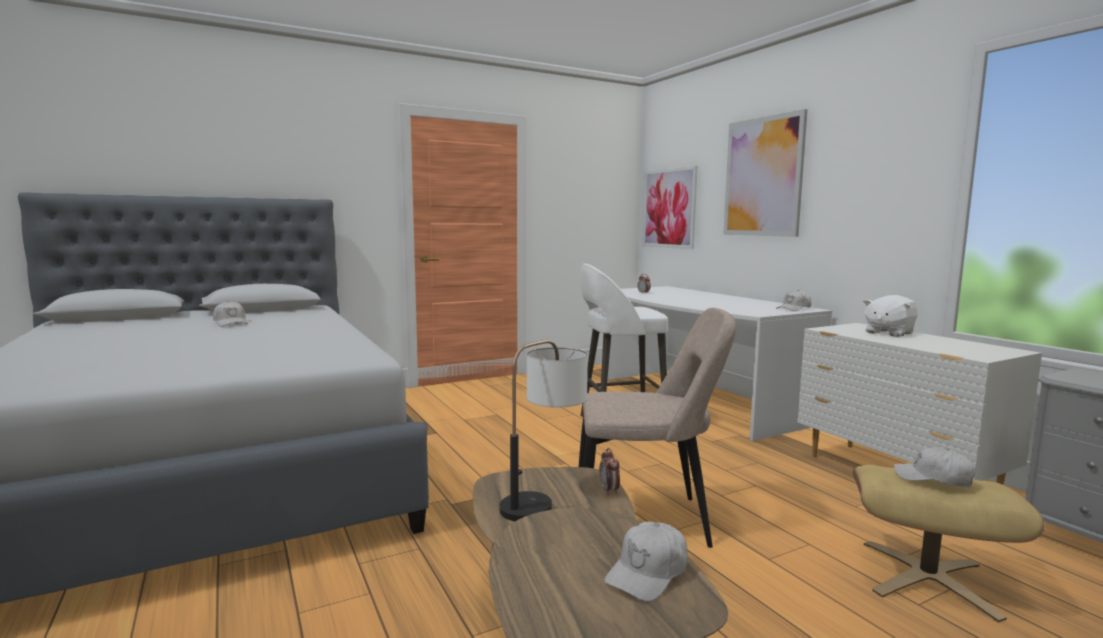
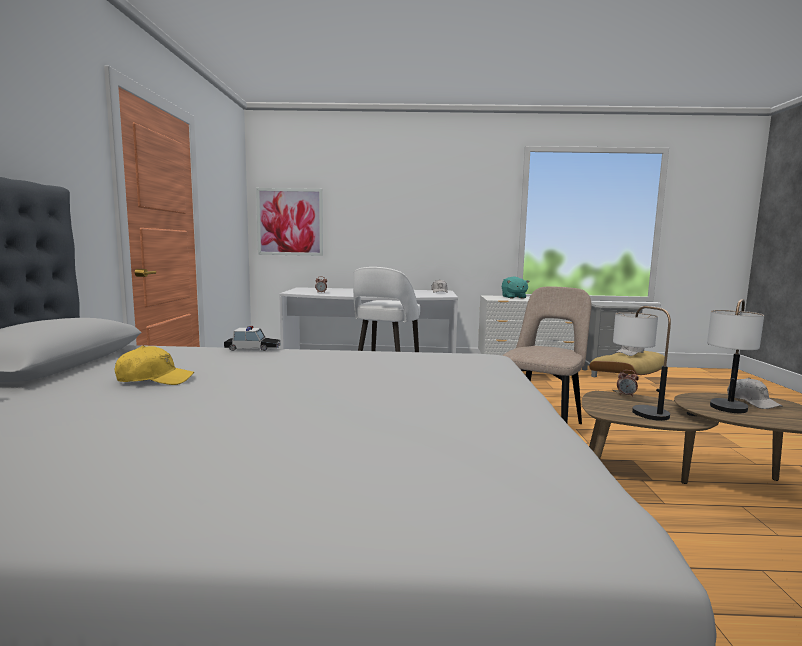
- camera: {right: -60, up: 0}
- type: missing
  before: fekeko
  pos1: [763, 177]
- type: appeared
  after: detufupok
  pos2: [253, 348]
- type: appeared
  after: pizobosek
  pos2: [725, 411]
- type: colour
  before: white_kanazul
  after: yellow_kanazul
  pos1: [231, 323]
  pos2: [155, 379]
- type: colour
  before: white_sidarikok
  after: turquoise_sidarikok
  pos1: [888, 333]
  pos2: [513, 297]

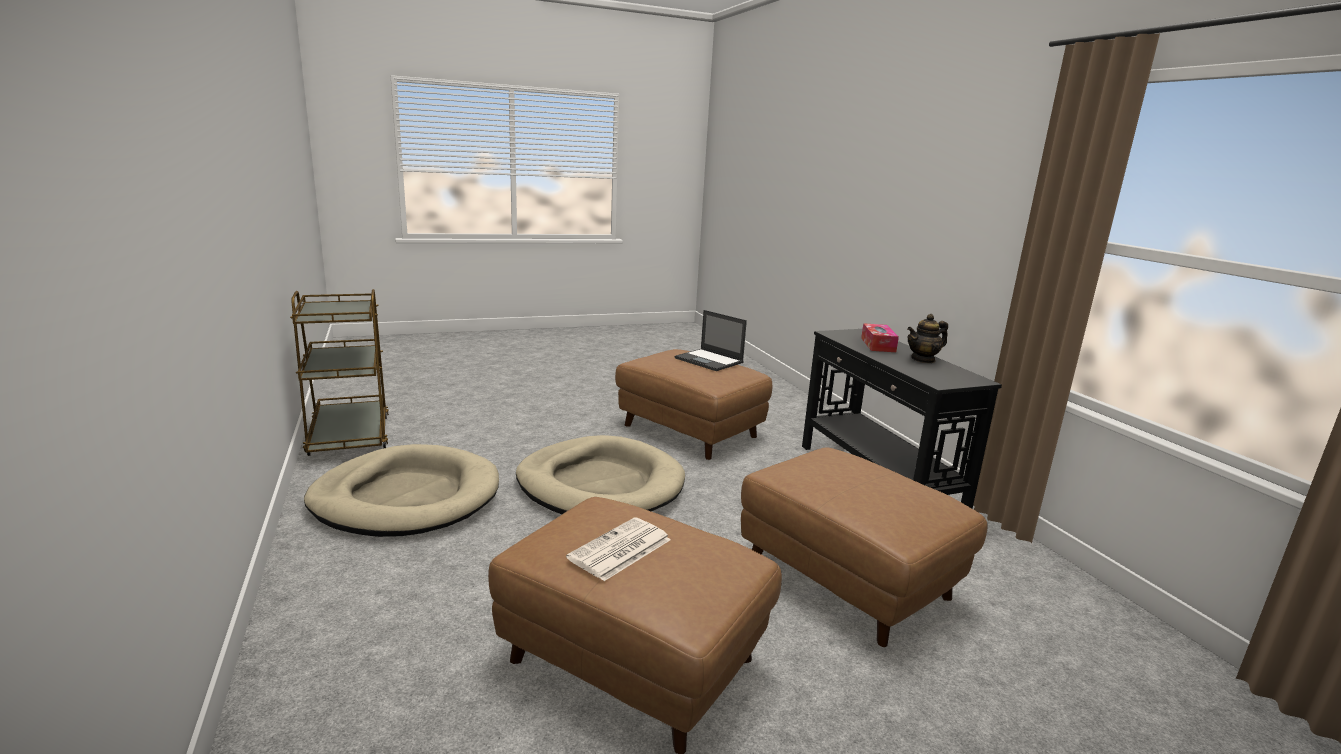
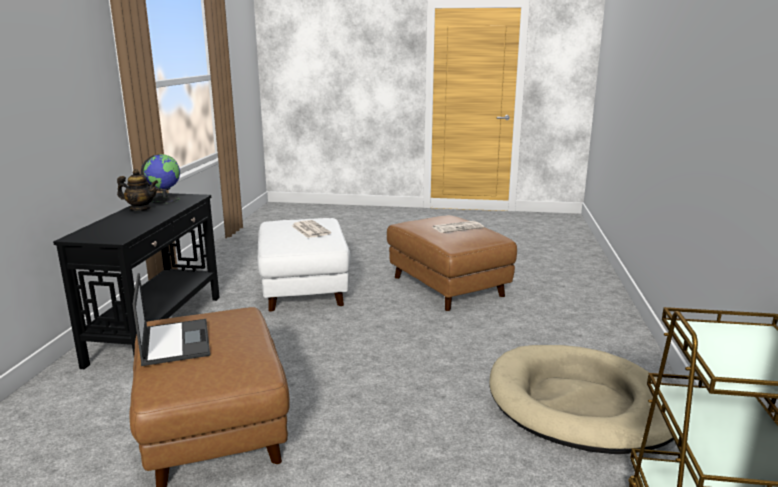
- camera: {right: -150, up: 0}
- type: missing
  before: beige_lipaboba
  pos1: [600, 484]
- type: missing
  before: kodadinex
  pos1: [878, 345]
- type: appeared
  after: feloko
  pos2: [165, 200]
- type: appeared
  after: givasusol
  pos2: [310, 229]
- type: colour
  before: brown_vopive
  after: white_vopive
  pos1: [845, 579]
  pos2: [304, 288]

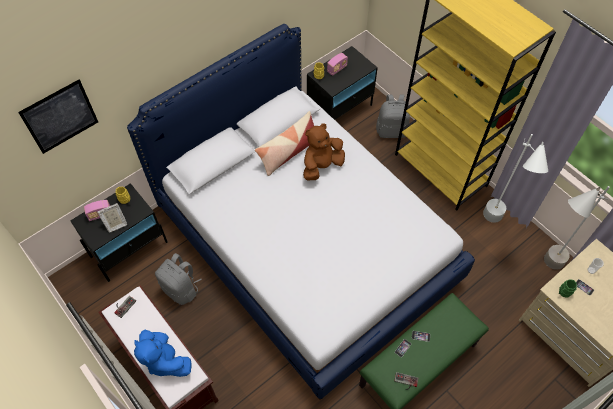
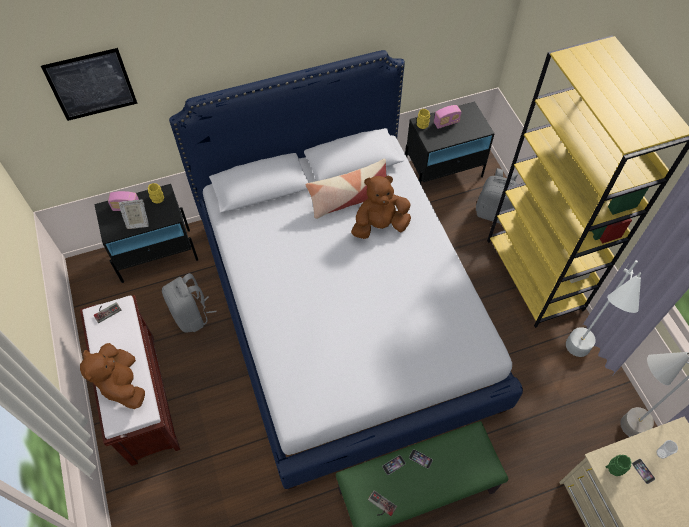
- camera: {right: 20, up: 0}
- type: colour
  before: blue_sidarikok
  after: brown_sidarikok
  pos1: [165, 360]
  pos2: [122, 384]

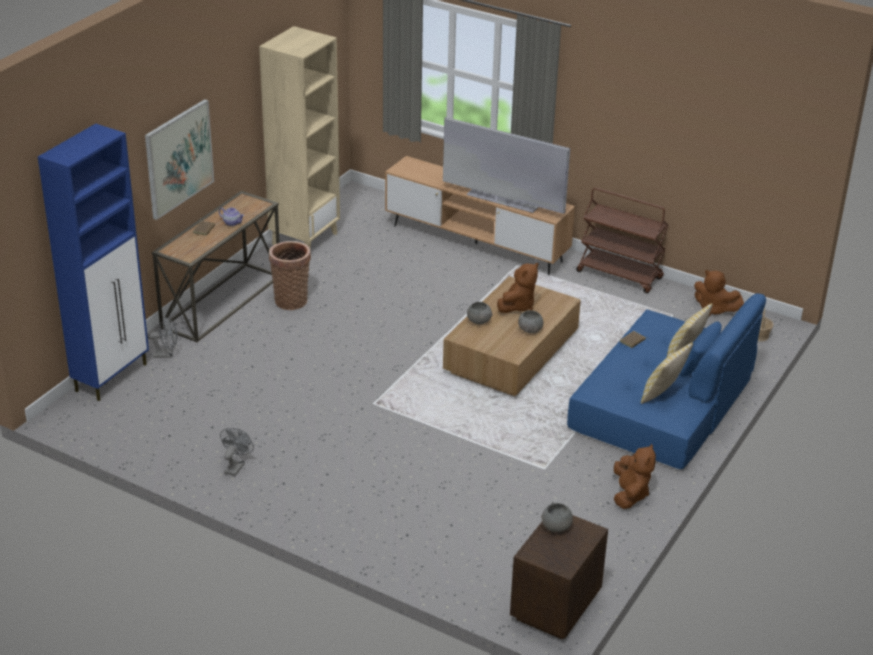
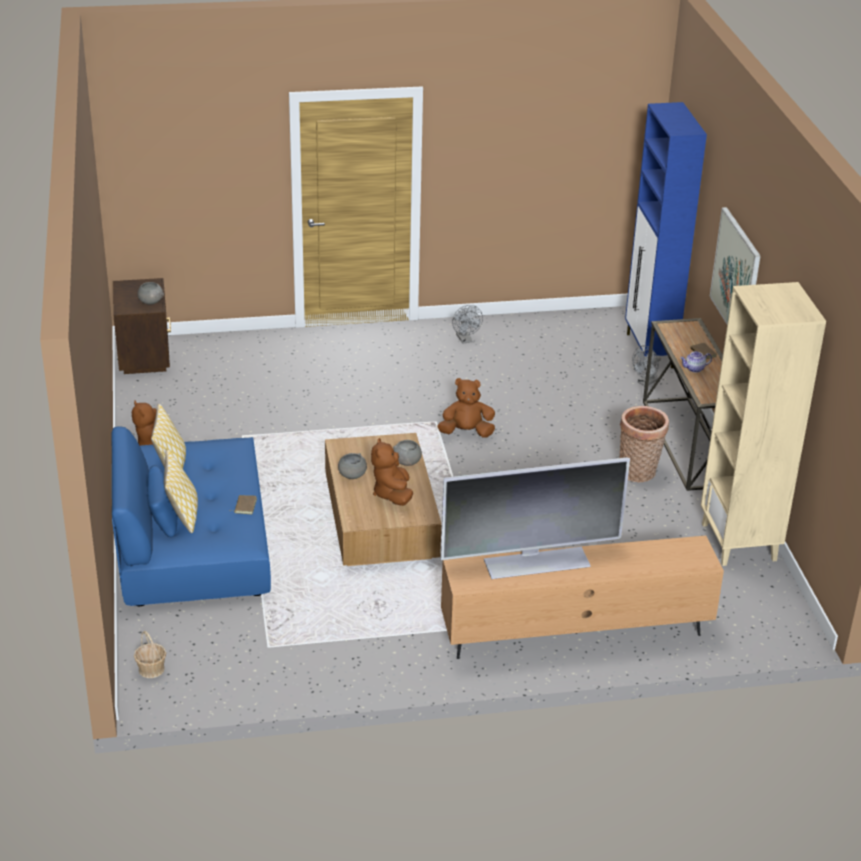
- camera: {right: 140, up: 0}
- type: missing
  before: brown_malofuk
  pos1: [620, 275]
- type: relocated
  before: brown_sidarikok
  pos1: [714, 309]
  pos2: [466, 432]

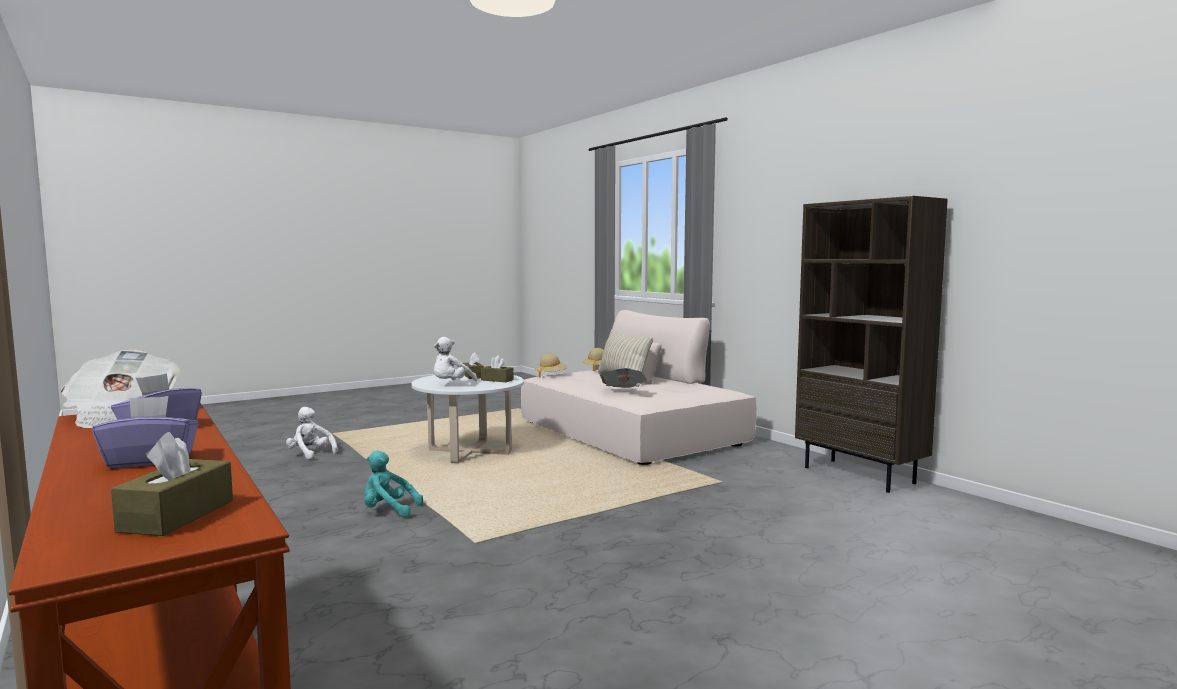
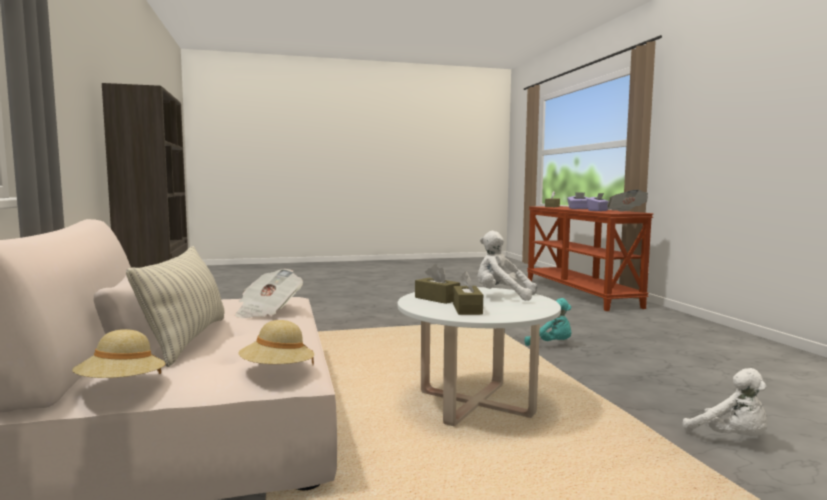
- camera: {right: -160, up: 0}
- type: spun
  before: white_sidarikok
  pos1: [451, 384]
  pos2: [502, 296]
  turn: -120

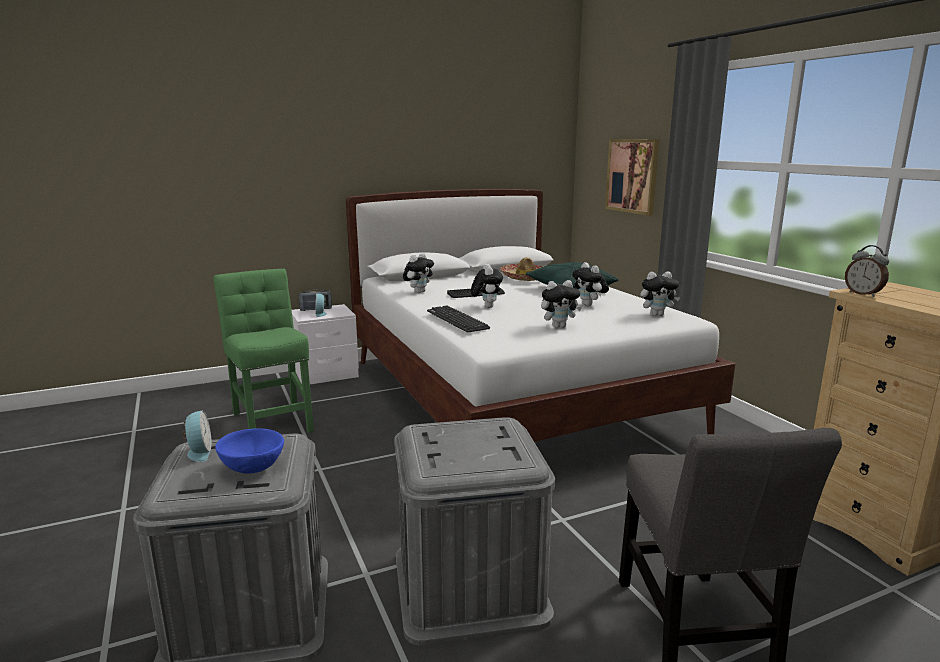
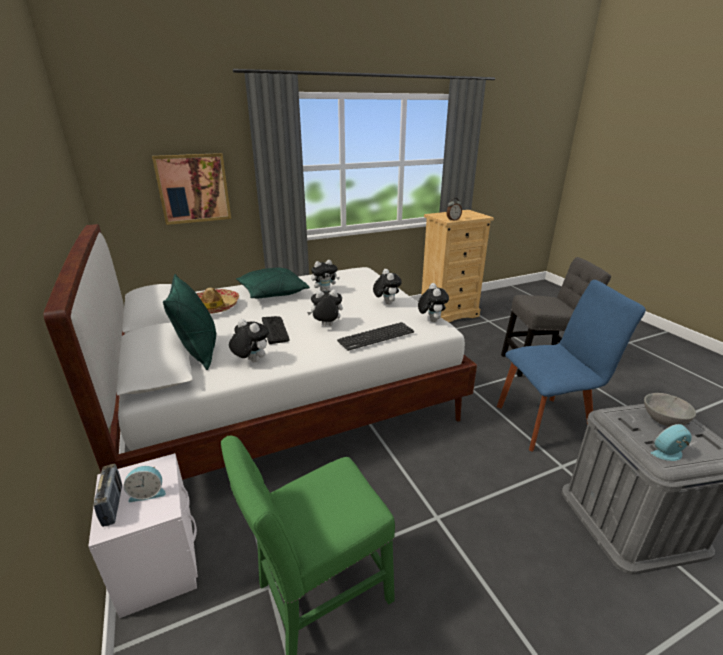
- camera: {right: -90, up: 10}
- type: appeared
  after: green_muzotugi
  pos2: [200, 352]
- type: relocated
  before: sidarikok
  pos1: [657, 315]
  pos2: [431, 320]
- type: exchanged
  before: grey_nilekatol
  after: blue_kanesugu
  pos1: [469, 585]
  pos2: [547, 423]
- type: colour
  before: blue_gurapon
  after: grey_gurapon
  pos1: [253, 467]
  pos2: [662, 421]

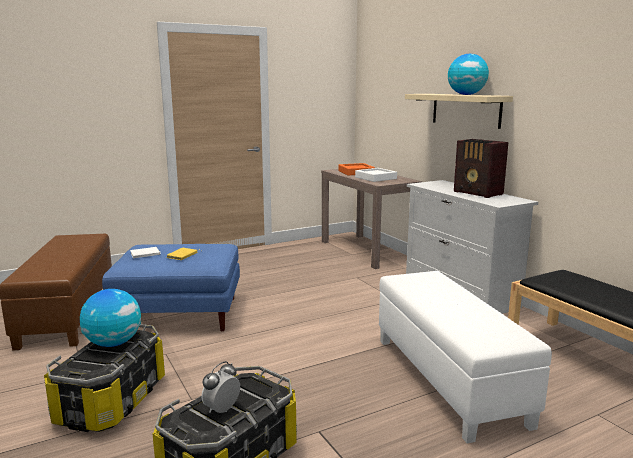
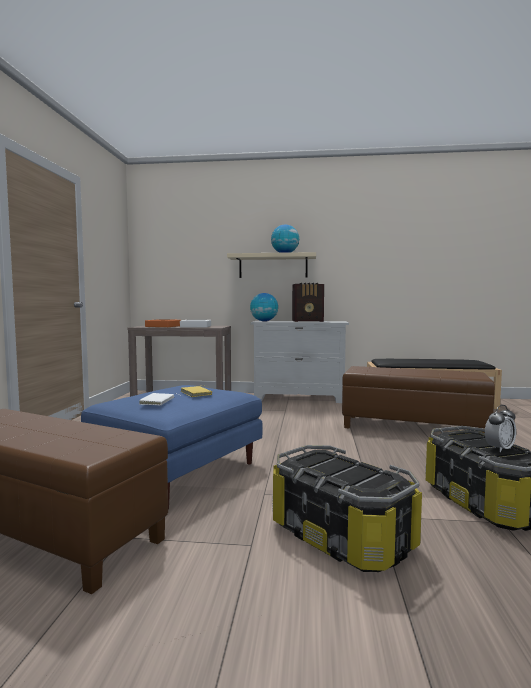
- camera: {right: -55, up: -10}
- type: relocated
  before: feloko
  pos1: [113, 343]
  pos2: [264, 321]
- type: colour
  before: white_vopive
  after: brown_vopive
  pos1: [448, 379]
  pos2: [413, 427]
- type: spun
  before: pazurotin
  pos1: [222, 409]
  pos2: [499, 449]
  turn: -105

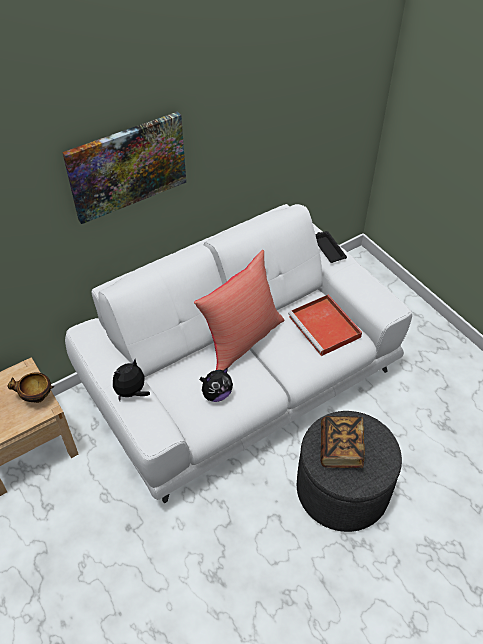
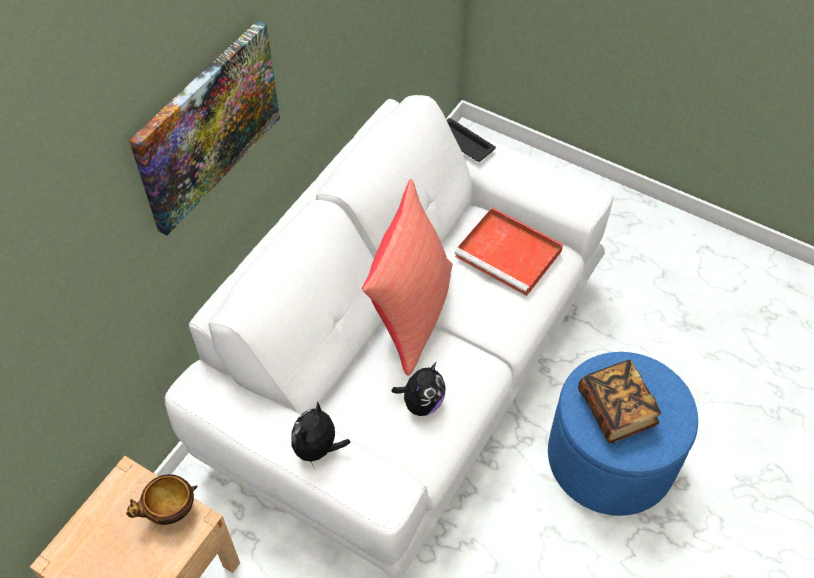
- camera: {right: -25, up: 5}
- type: colour
  before: grey_vopive
  after: blue_vopive
  pos1: [342, 489]
  pos2: [610, 458]

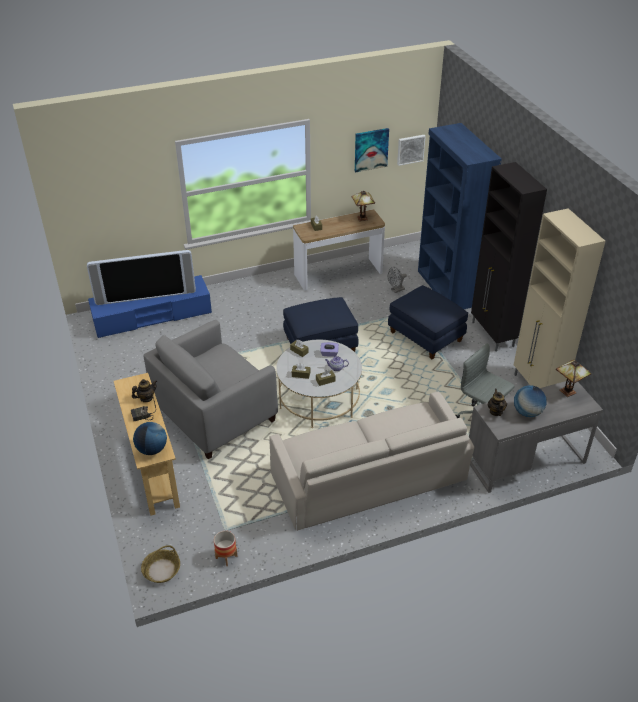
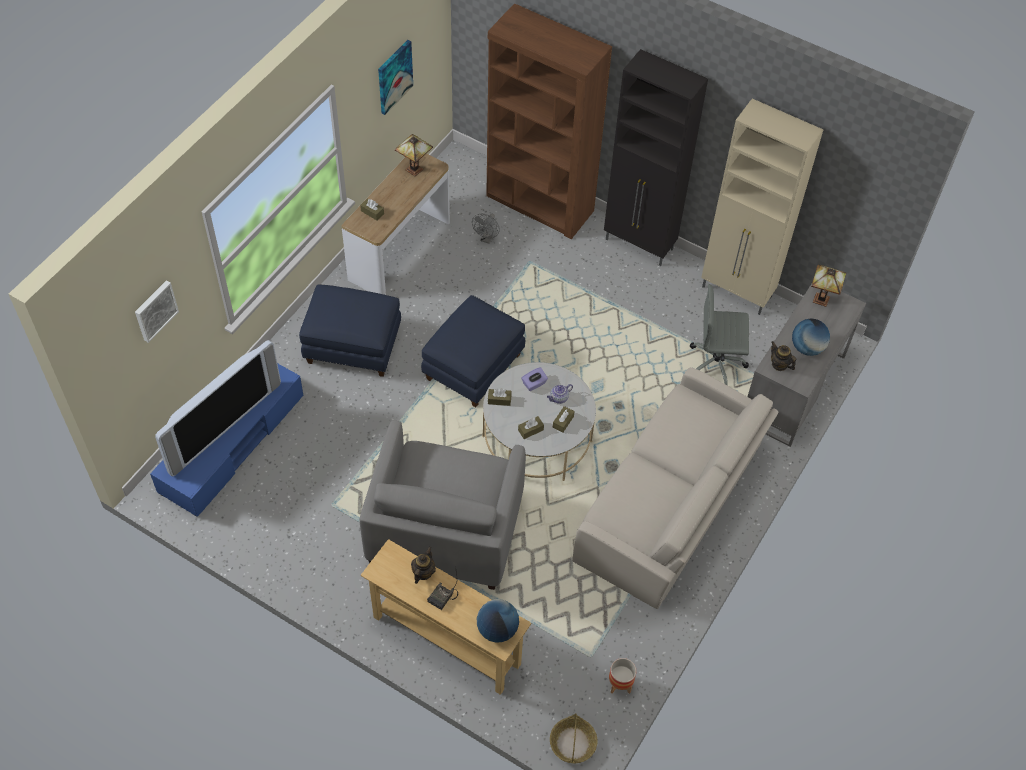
- camera: {right: -40, up: 15}
- type: relocated
  before: blue_vopive
  pos1: [426, 336]
  pos2: [353, 346]
- type: relocated
  before: fekeko
  pos1: [410, 149]
  pos2: [155, 310]
- type: colour
  before: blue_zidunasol
  after: brown_zidunasol
  pos1: [447, 288]
  pos2: [540, 204]

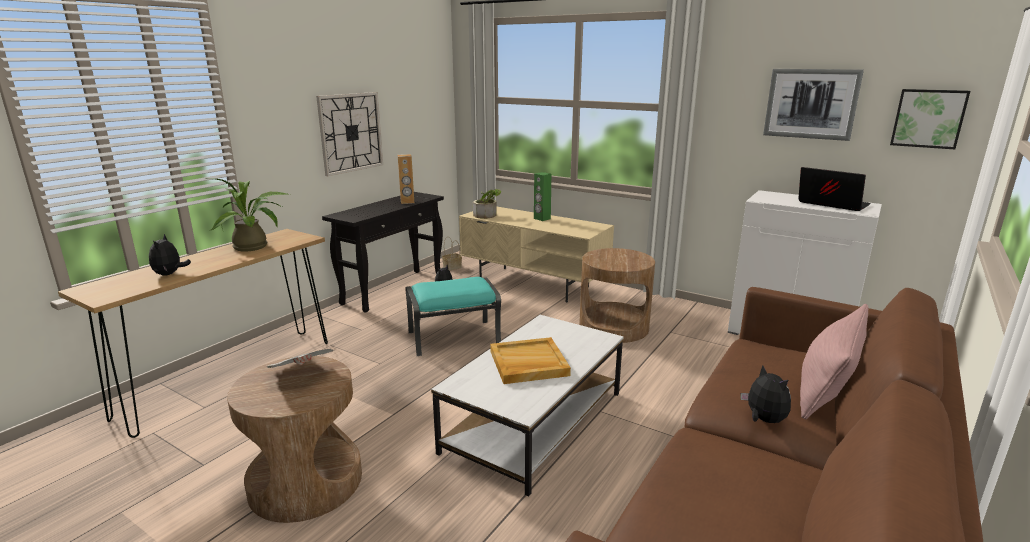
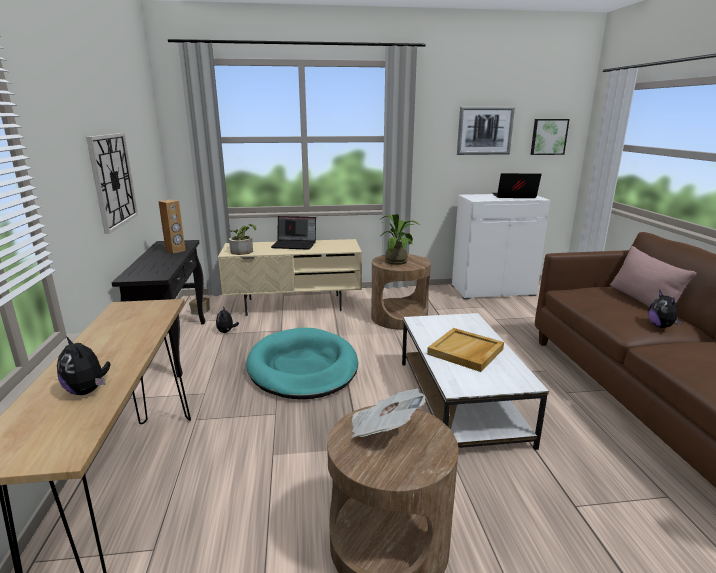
- camera: {right: -40, up: 0}
- type: relocated
  before: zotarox
  pos1: [255, 247]
  pos2: [397, 261]
- type: exchanged
  before: turquoise_vopive
  after: turquoise_lipaboba
  pos1: [453, 338]
  pos2: [303, 367]
- type: exchanged
  before: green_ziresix
  after: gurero
  pos1: [542, 219]
  pos2: [295, 245]
- type: spun
  before: sidarikok
  pos1: [763, 420]
  pos2: [661, 326]
  turn: -120

